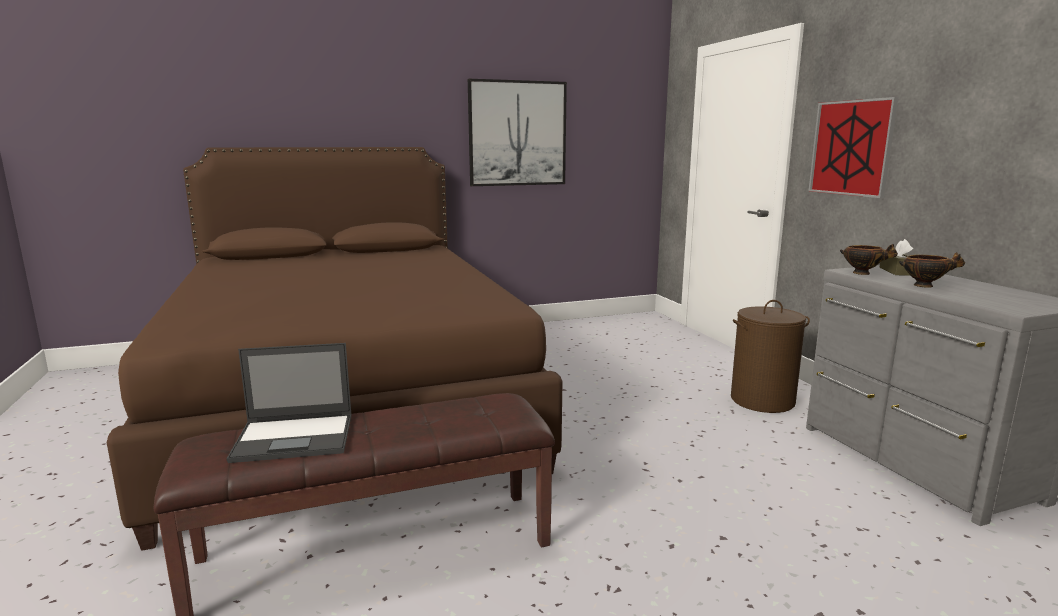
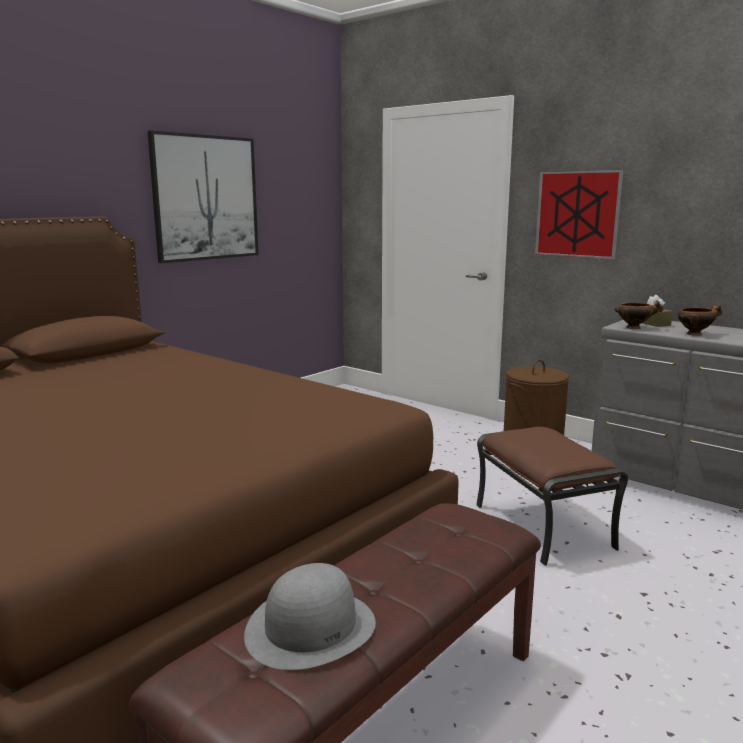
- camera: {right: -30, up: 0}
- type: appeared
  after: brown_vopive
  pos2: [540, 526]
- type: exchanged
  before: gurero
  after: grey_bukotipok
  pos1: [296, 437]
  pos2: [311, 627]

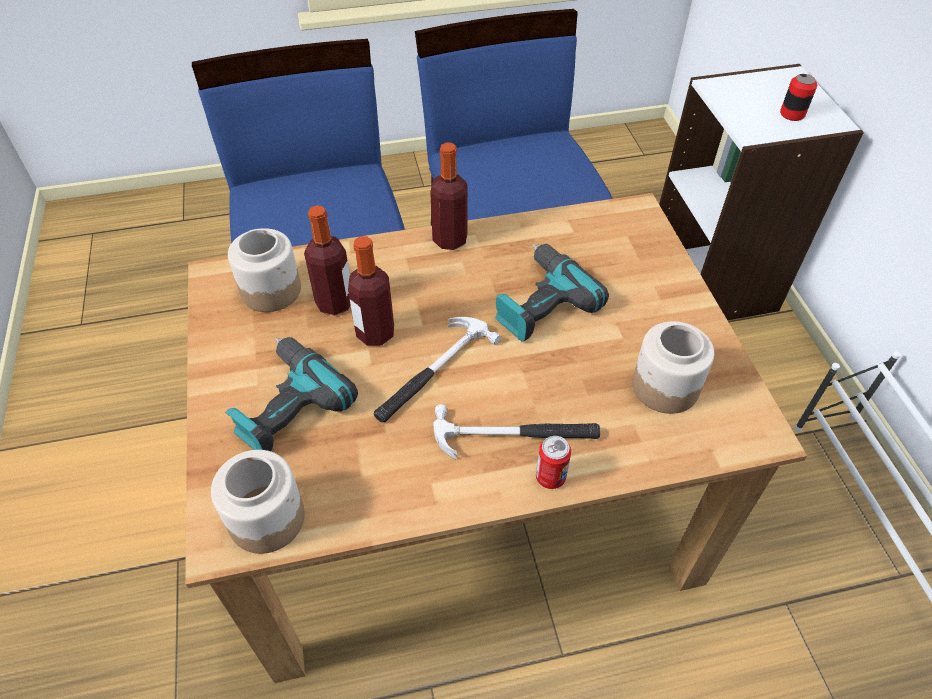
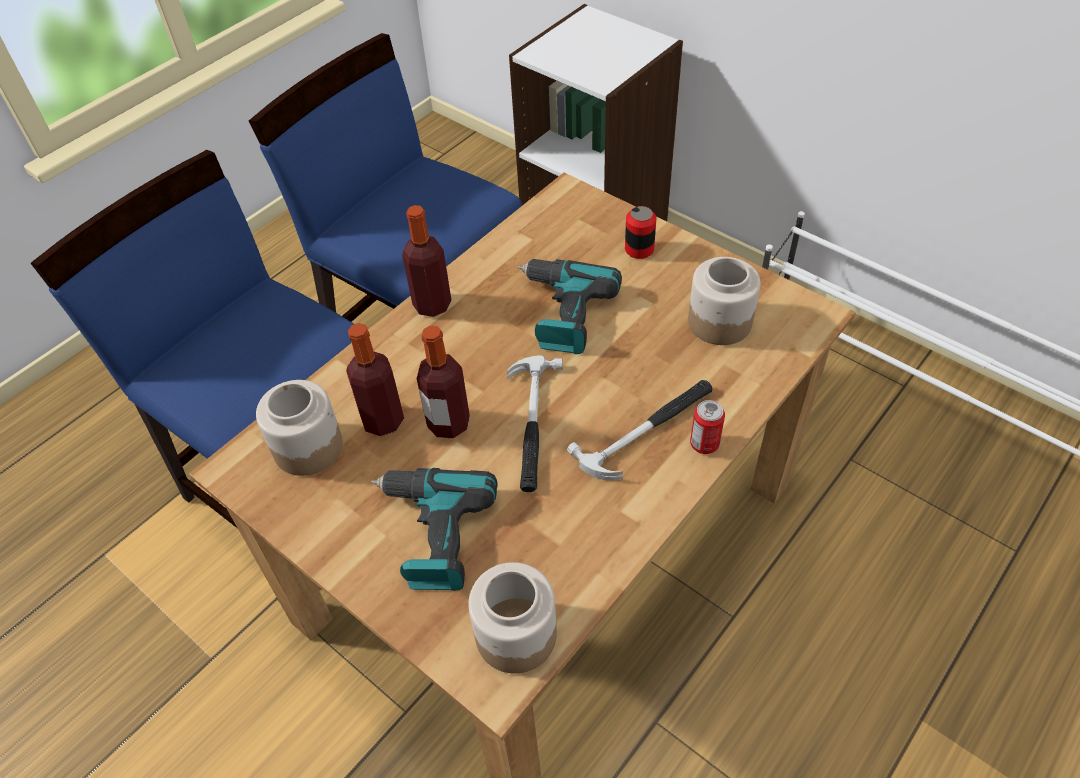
- camera: {right: -35, up: 0}
- type: relocated
  before: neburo
  pos1: [792, 114]
  pos2: [639, 249]

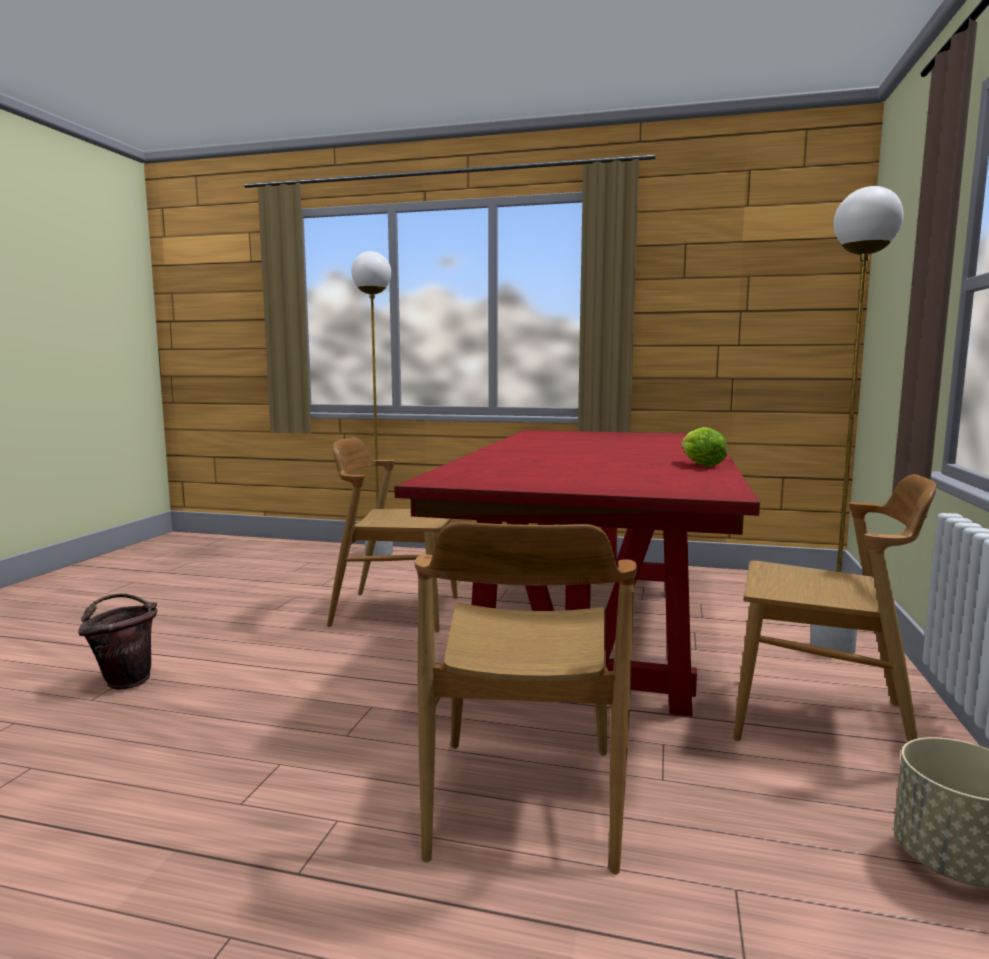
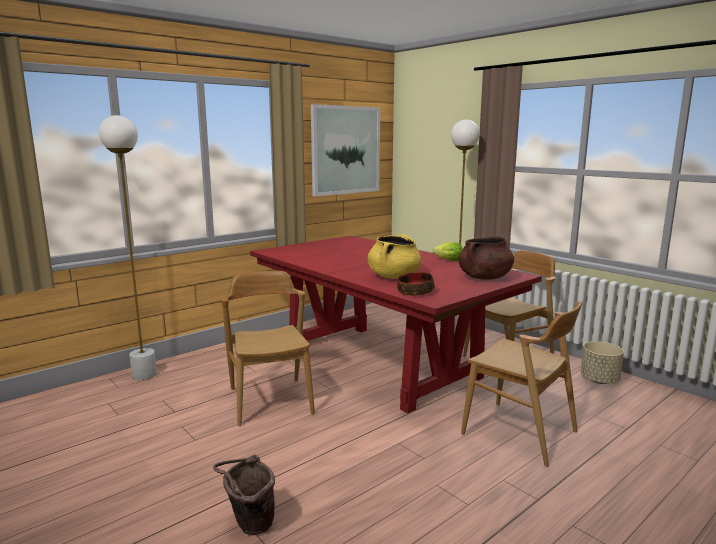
- camera: {right: -55, up: 5}
- type: appeared
  after: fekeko
  pos2: [346, 150]
- type: appeared
  after: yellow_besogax
  pos2: [394, 276]
- type: appeared
  after: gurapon
  pos2: [414, 292]
- type: appeared
  after: brown_besogax
  pos2: [484, 278]
- type: spun
  before: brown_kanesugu
  pos1: [395, 611]
  pos2: [271, 401]
  turn: 120

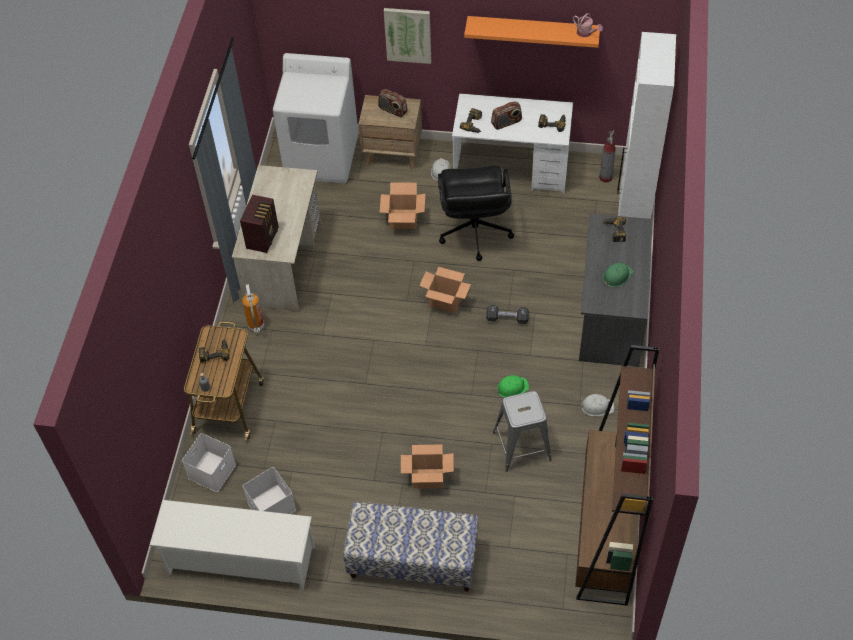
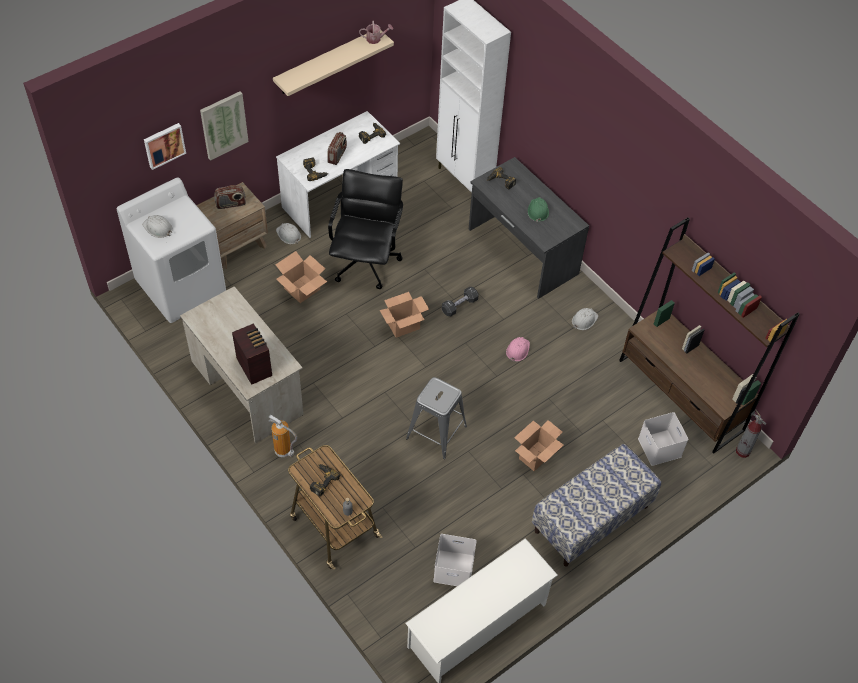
- camera: {right: -50, up: 0}
- type: appeared
  after: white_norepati
  pos2: [158, 228]
- type: appeared
  after: fekeko
  pos2: [164, 145]
- type: relocated
  before: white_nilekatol
  pos1: [212, 472]
  pos2: [660, 448]
- type: relocated
  before: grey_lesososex
  pos1: [522, 446]
  pos2: [436, 432]
- type: relocated
  before: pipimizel
  pos1: [605, 177]
  pos2: [743, 451]
- type: colour
  before: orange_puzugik
  after: beige_puzugik
  pos1: [533, 30]
  pos2: [327, 62]
- type: colour
  before: green_norepati
  after: pink_norepati
  pos1: [512, 387]
  pos2: [517, 350]
- type: spun
  before: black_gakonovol
  pos1: [474, 232]
  pos2: [366, 262]
  turn: -120

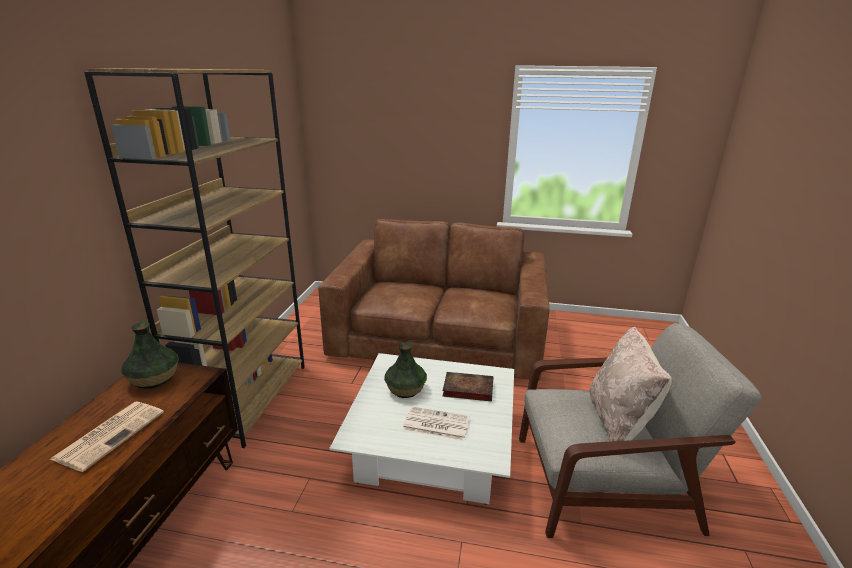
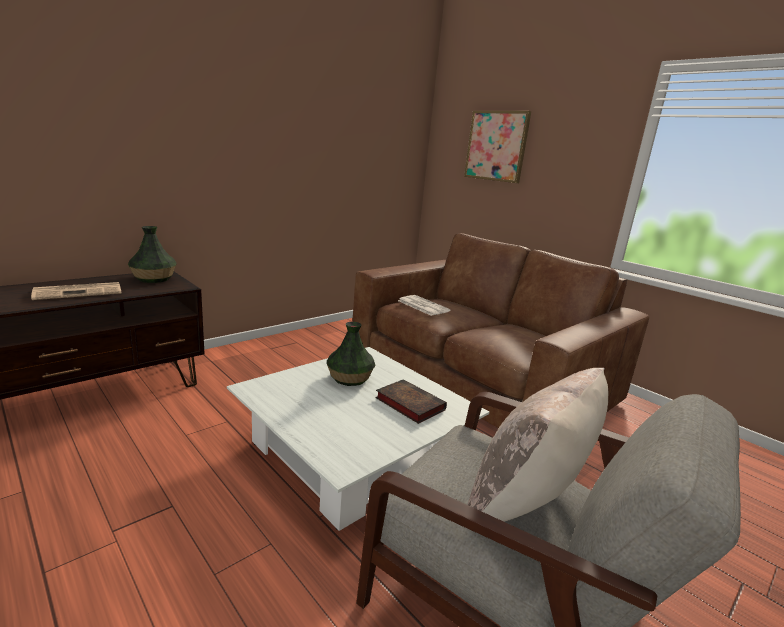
- camera: {right: 35, up: -5}
- type: missing
  before: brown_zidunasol
  pos1: [248, 398]
- type: appeared
  after: fekeko
  pos2: [496, 146]
- type: relocated
  before: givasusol
  pos1: [435, 424]
  pos2: [422, 306]

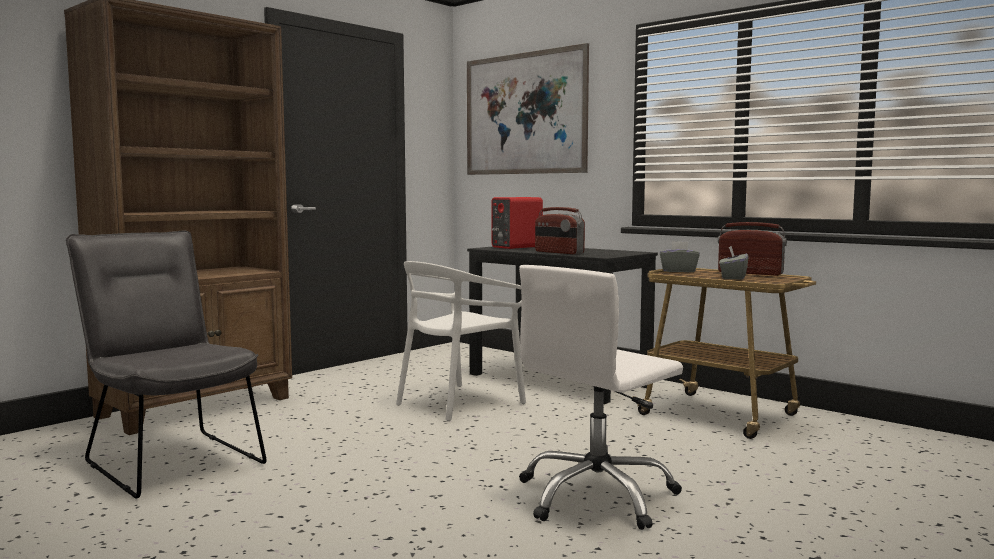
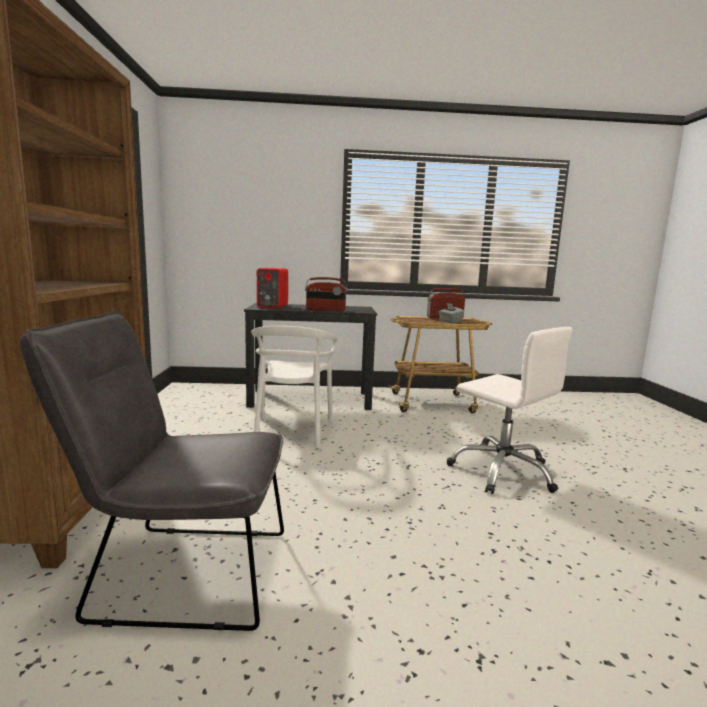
- camera: {right: -45, up: 5}
- type: missing
  before: fekeko
  pos1: [524, 114]
- type: missing
  before: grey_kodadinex
  pos1: [678, 271]
- type: spun
  before: white_gakonovol
  pos1: [597, 496]
  pos2: [502, 471]
  turn: -45

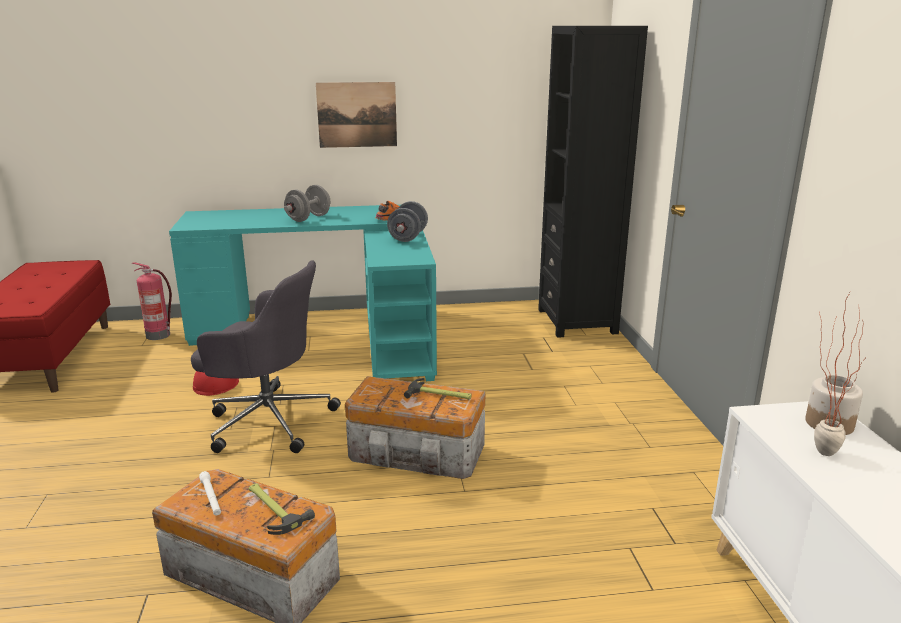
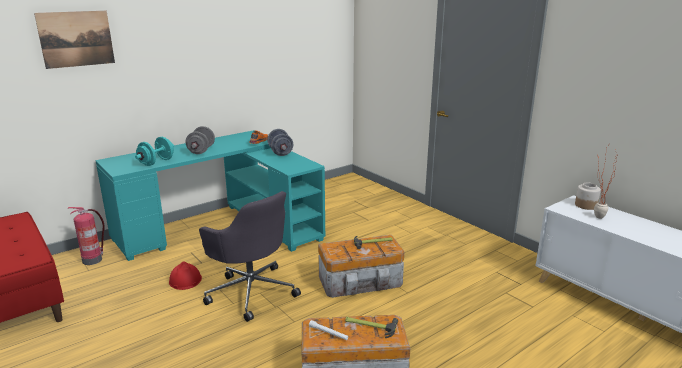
- camera: {right: -30, up: 0}
- type: missing
  before: black_zidunasol
  pos1: [577, 321]
- type: appeared
  after: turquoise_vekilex
  pos2: [156, 162]
- type: relocated
  before: fekeko
  pos1: [357, 115]
  pos2: [76, 39]
- type: spun
  before: grey_gakonovol
  pos1: [268, 420]
  pos2: [251, 291]
  turn: 60

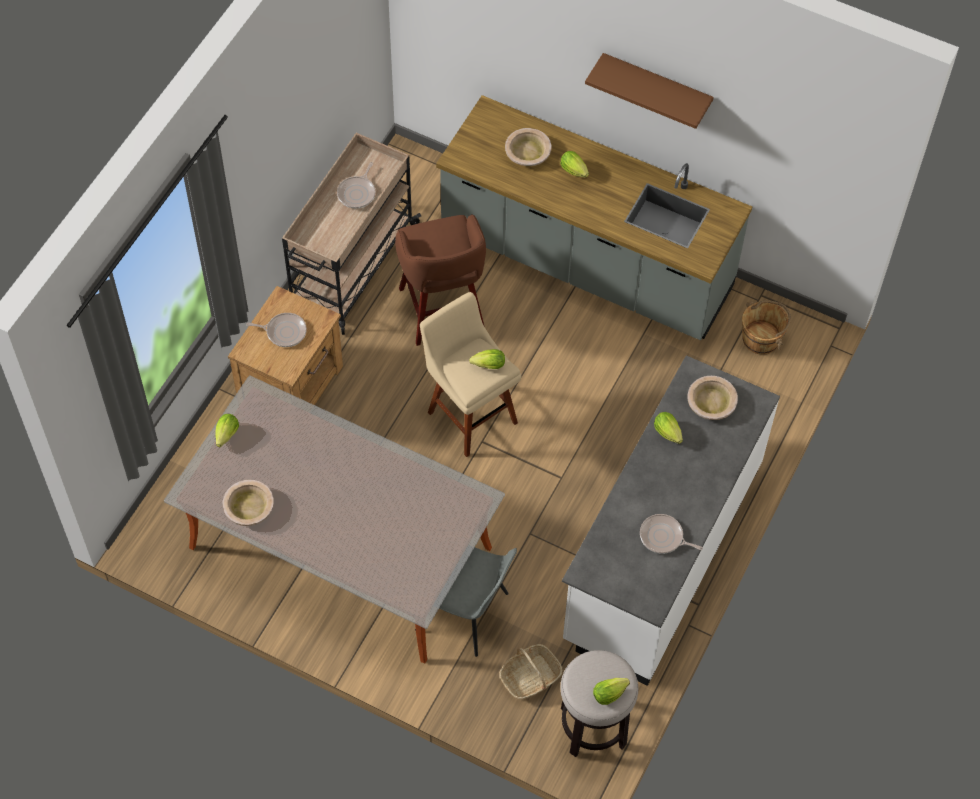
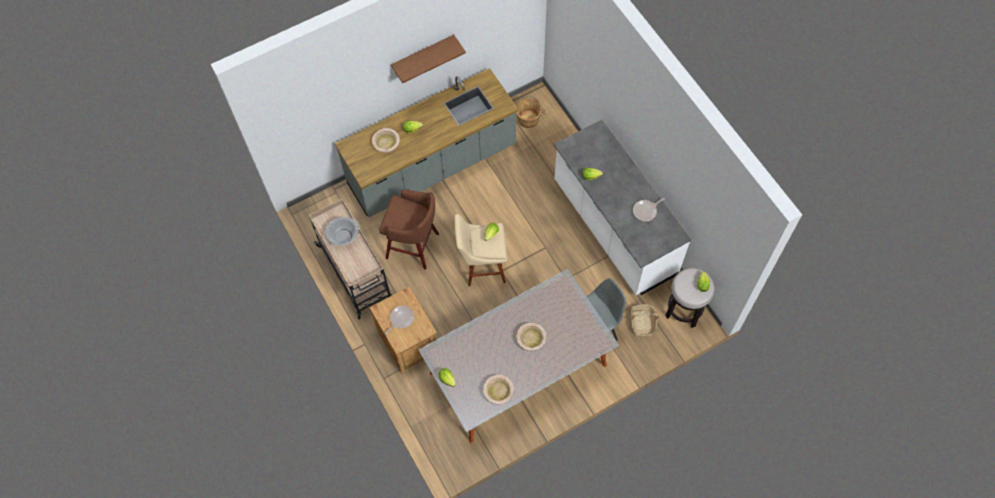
- camera: {right: -55, up: 5}
- type: relocated
  before: beige_gurapon
  pos1: [711, 403]
  pos2: [531, 339]
- type: exchanged
  before: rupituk
  after: besogax
  pos1: [357, 193]
  pos2: [343, 236]

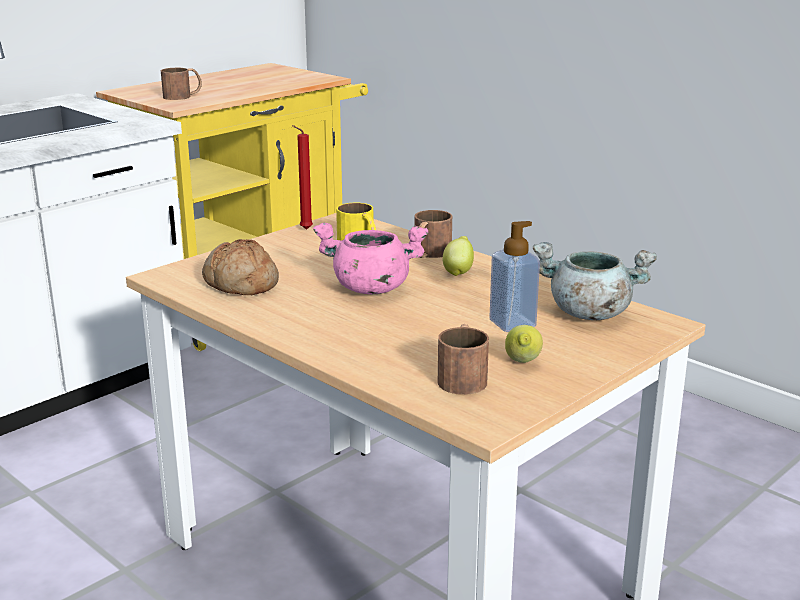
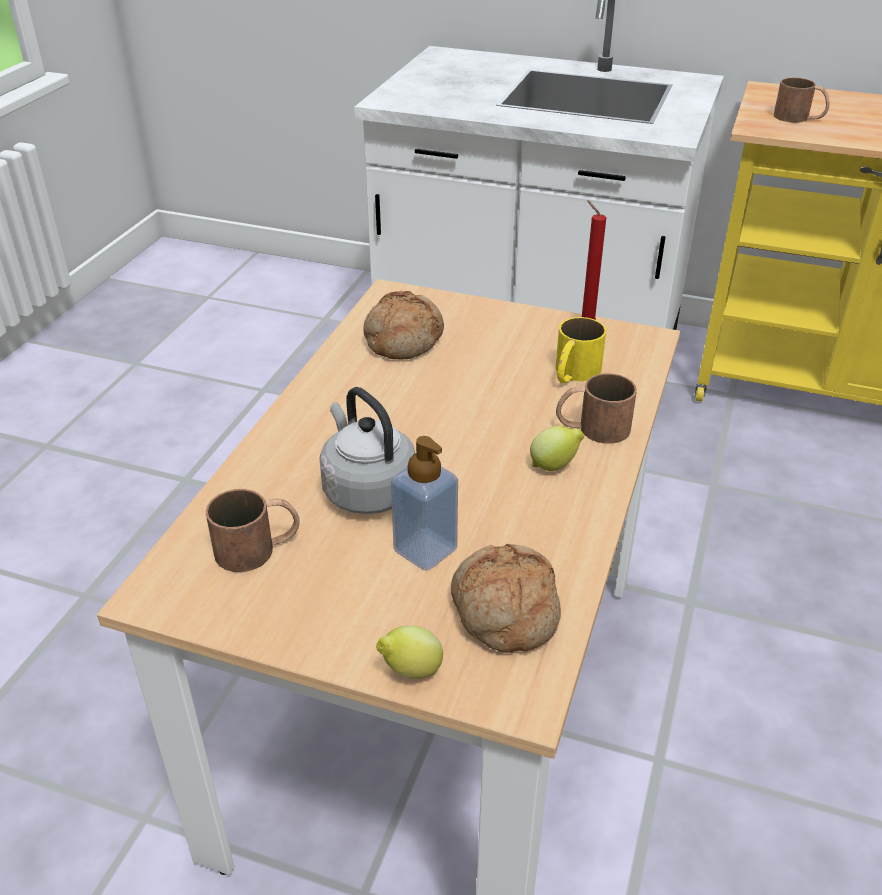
- camera: {right: 65, up: 15}
- type: missing
  before: pink_besogax
  pos1: [370, 288]
- type: appeared
  after: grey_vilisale
  pos2: [366, 489]
- type: relocated
  before: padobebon
  pos1: [522, 363]
  pos2: [410, 671]
- type: exchanged
  before: grey_besogax
  after: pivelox
  pos1: [588, 313]
  pos2: [503, 611]

